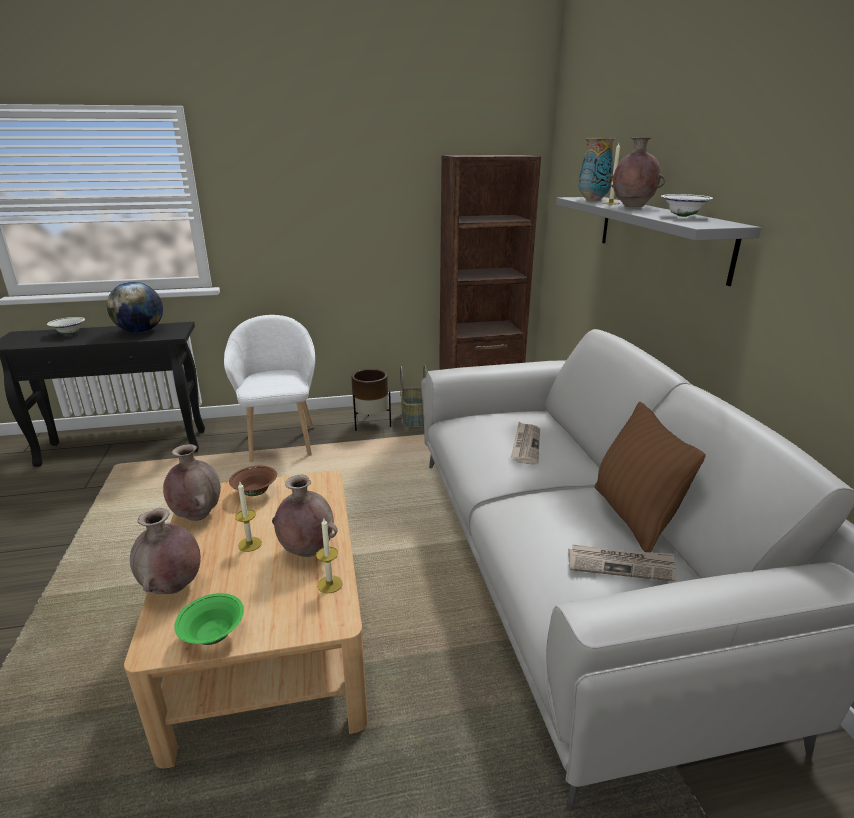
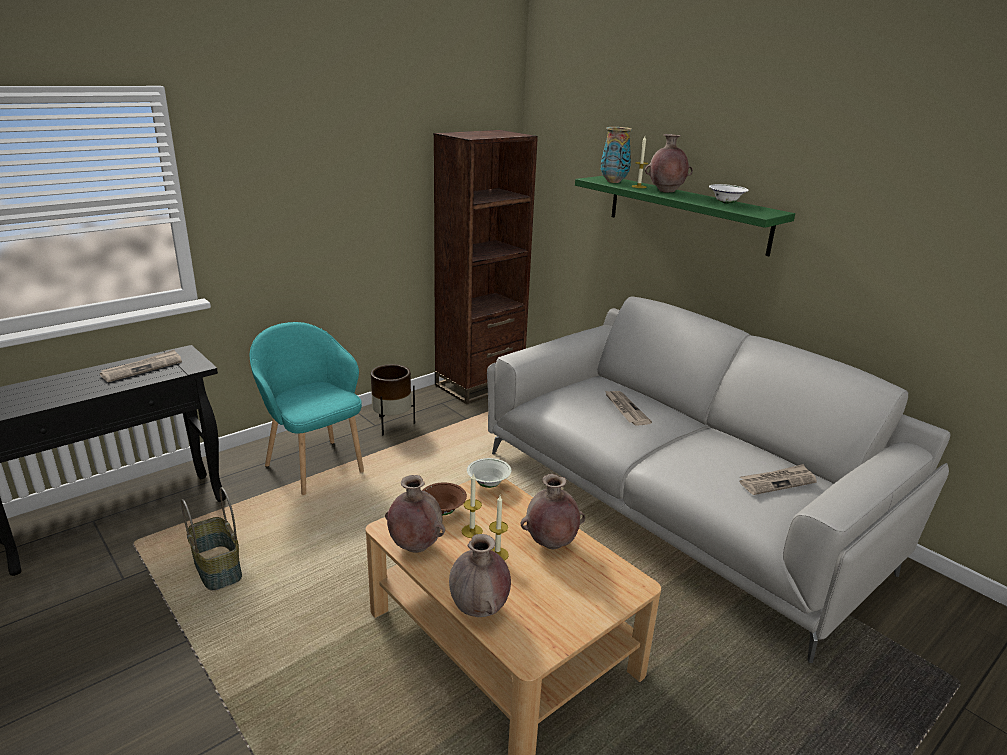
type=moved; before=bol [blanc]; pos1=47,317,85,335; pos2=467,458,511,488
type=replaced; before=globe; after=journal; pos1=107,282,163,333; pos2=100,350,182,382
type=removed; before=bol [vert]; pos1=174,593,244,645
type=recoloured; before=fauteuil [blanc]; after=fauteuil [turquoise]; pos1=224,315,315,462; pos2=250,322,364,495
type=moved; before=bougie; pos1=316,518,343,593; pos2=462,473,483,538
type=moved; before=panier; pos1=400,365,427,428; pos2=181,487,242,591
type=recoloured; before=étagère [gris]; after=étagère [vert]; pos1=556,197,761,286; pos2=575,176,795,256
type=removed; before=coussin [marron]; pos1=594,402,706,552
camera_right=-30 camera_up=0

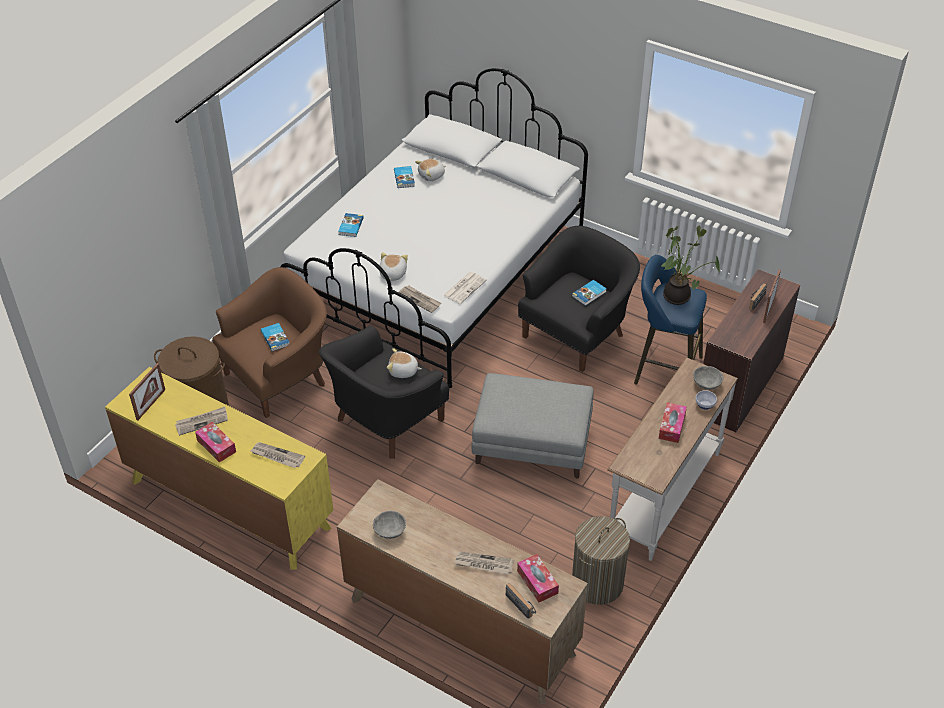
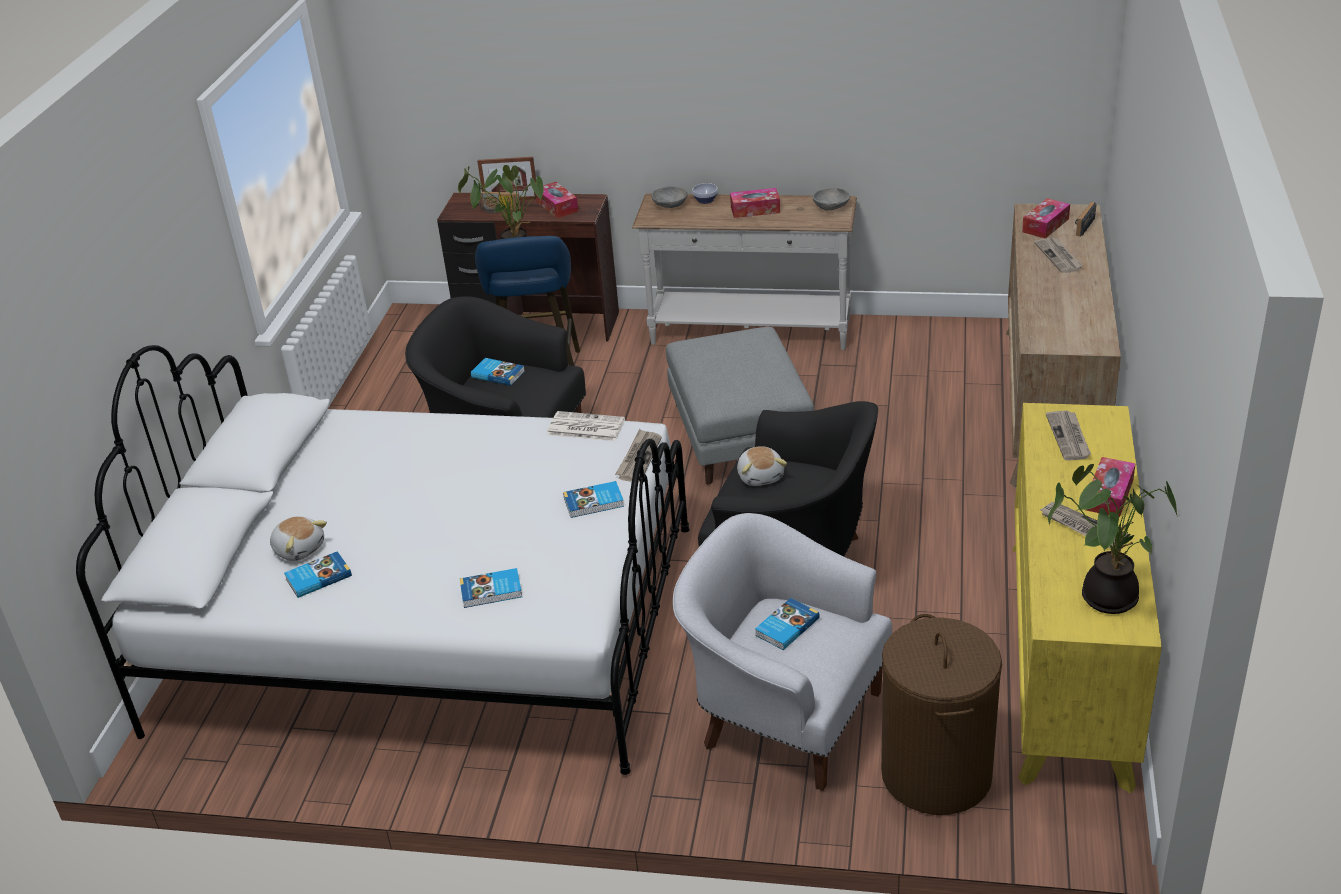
type=replaced; before=cadre photo; after=plante en pot; pos1=129,363,165,421; pos2=1048,464,1178,614
type=recoloured; before=fauteuil [marron]; after=fauteuil [blanc]; pos1=212,267,327,418; pos2=673,513,892,791
type=moved; before=bol [gris]; pos1=373,511,406,539; pos2=812,188,850,211
type=replaced; before=peluche; after=livre; pos1=379,252,408,281; pos2=563,481,624,518
type=removed; before=panier à linge; pos1=572,516,630,605
type=added; after=boîte à mouchoirs; pos2=536,182,578,218
camera_right=-110 camera_up=-10

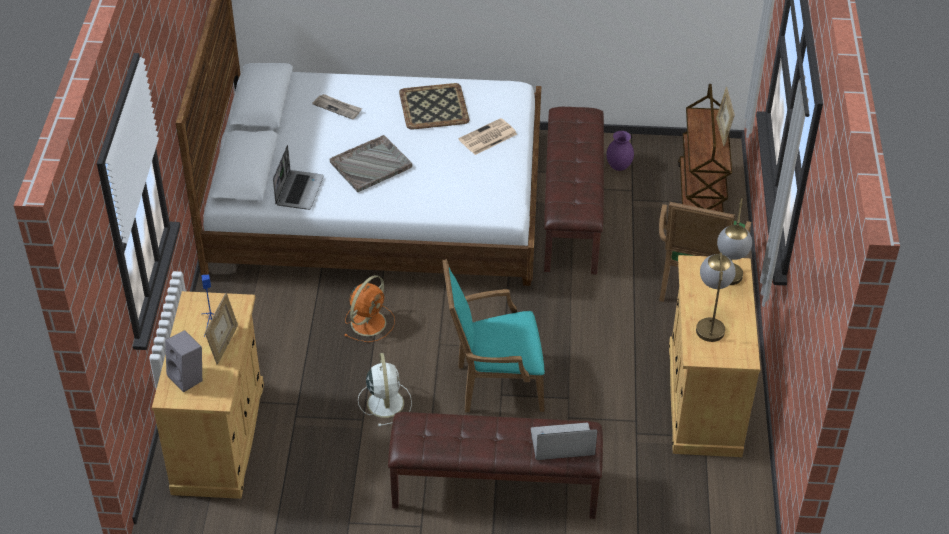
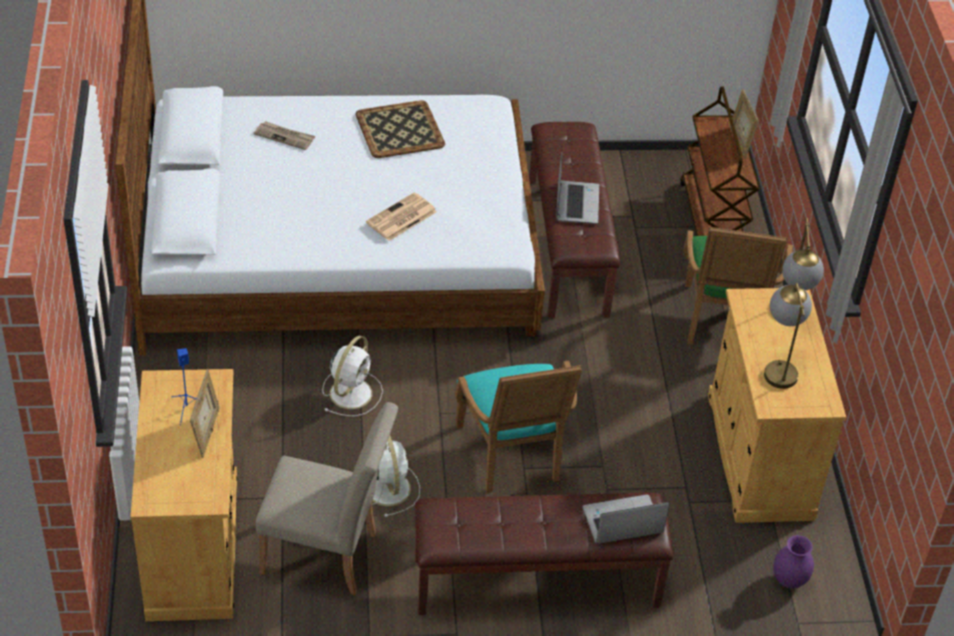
type=removed; before=enceinte [gris]; pos1=165,330,202,393
type=moved; before=ordinateur portable; pos1=273,145,324,210; pos2=556,152,599,224
type=removed; before=plateau [gris]; pos1=330,135,412,192
type=recoloured; before=ventilateur [orange]; after=ventilateur [blanc]; pos1=345,275,395,342; pos2=322,336,383,417
type=turned; before=fauteuil [turquoise]; pos1=442,259,545,413; pos2=454,361,582,493; turn=-90
type=moved; before=journal; pos1=459,118,517,155; pos2=366,192,437,241
type=moved; before=vase [violet]; pos1=606,131,634,171; pos2=774,535,814,588
type=added; after=chaise [beige]; pos2=256,402,398,595
camera_right=-10 camera_up=0

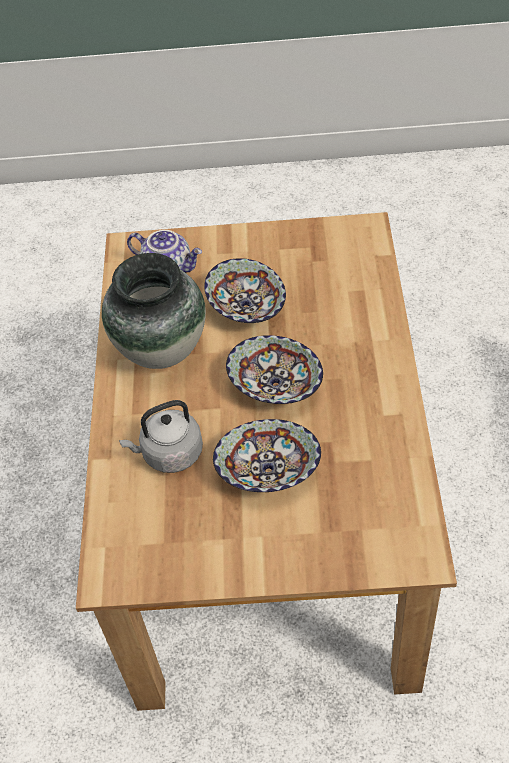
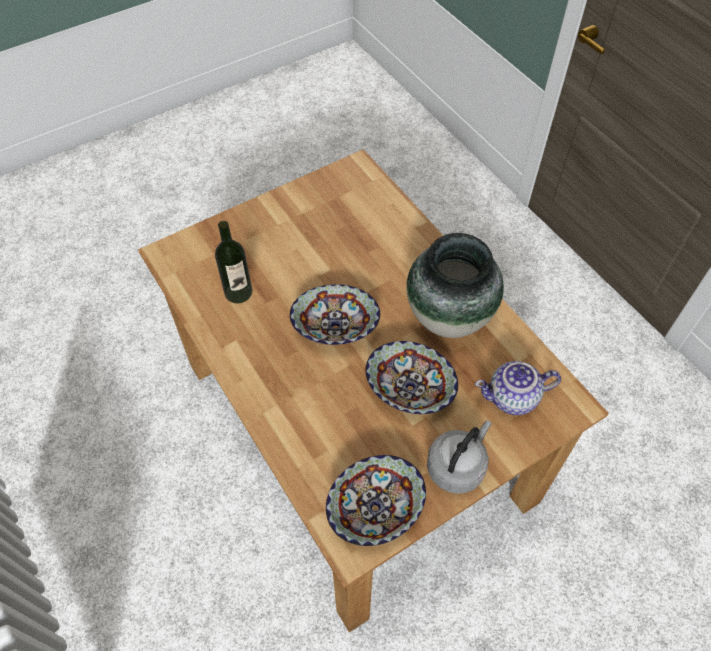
type=moved; before=bouilloire [gris]; pos1=119,400,203,473; pos2=427,421,492,494
type=moved; before=bol; pos1=213,419,321,492; pos2=326,455,426,546
type=added; after=bouteille; pos2=215,221,252,303
camera_right=145 camera_up=5

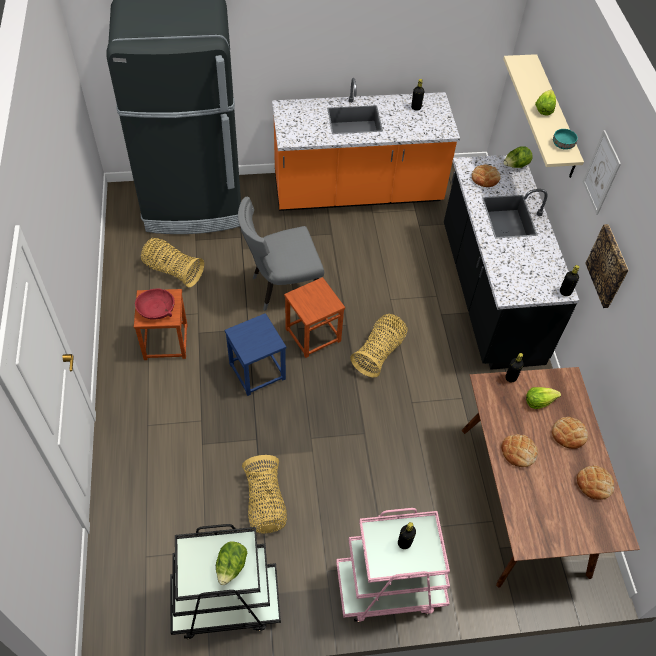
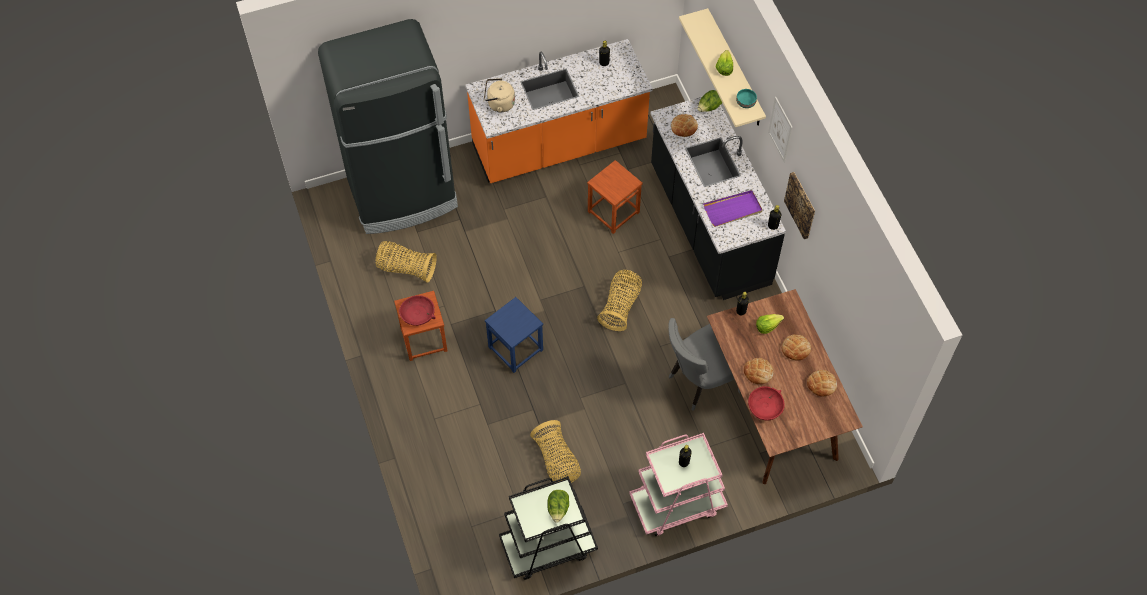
type=moved; before=chaise [gris]; pos1=238,197,324,311; pos2=668,318,741,411
type=moved; before=tabouret [marron]; pos1=284,277,345,358; pos2=587,160,643,234
type=added; after=bouilloire [beige]; pos2=484,78,515,112
type=added; after=plateau [violet]; pos2=703,190,763,227
type=added; after=bol [rouge]; pos2=748,386,785,420
camera_right=-10 camera_up=5

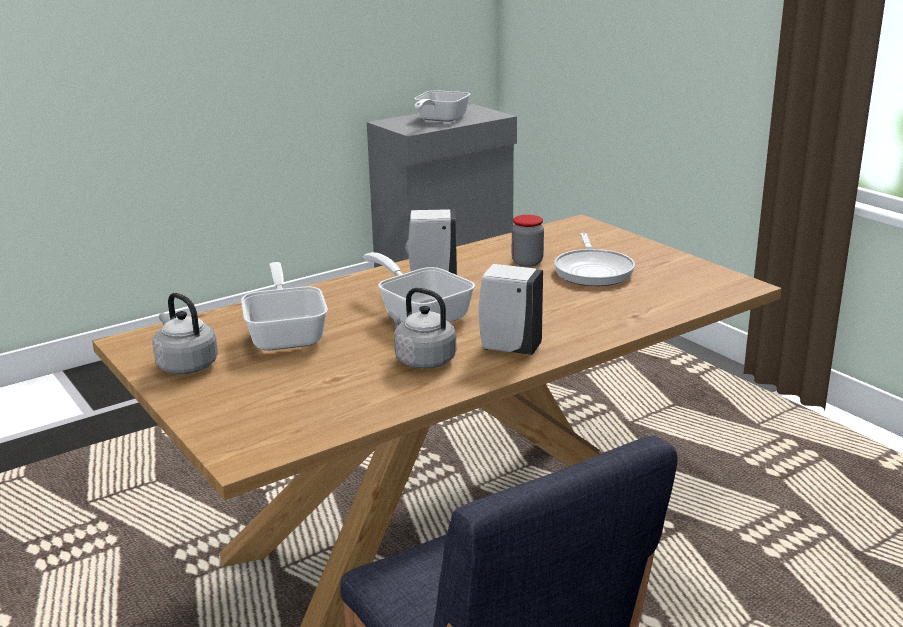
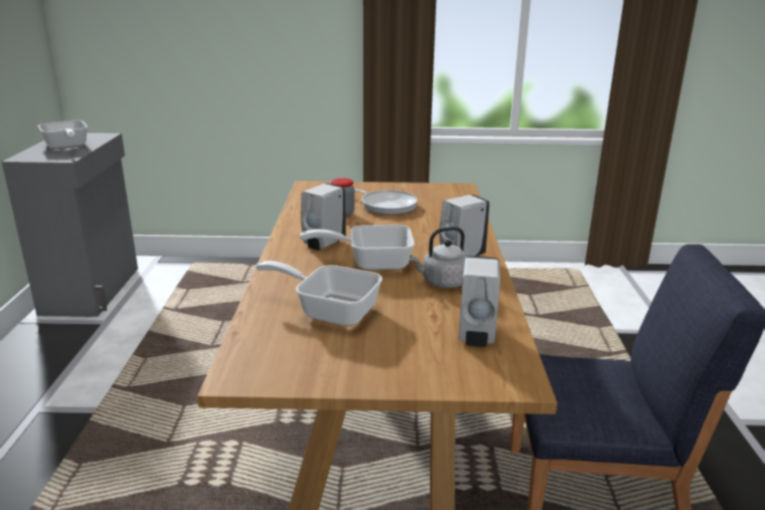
type=removed; before=bouilloire [gris]; pos1=152,293,218,374
type=added; after=distributeur de savon [blanc]; pos2=459,256,500,347
camera_right=-55 camera_up=0

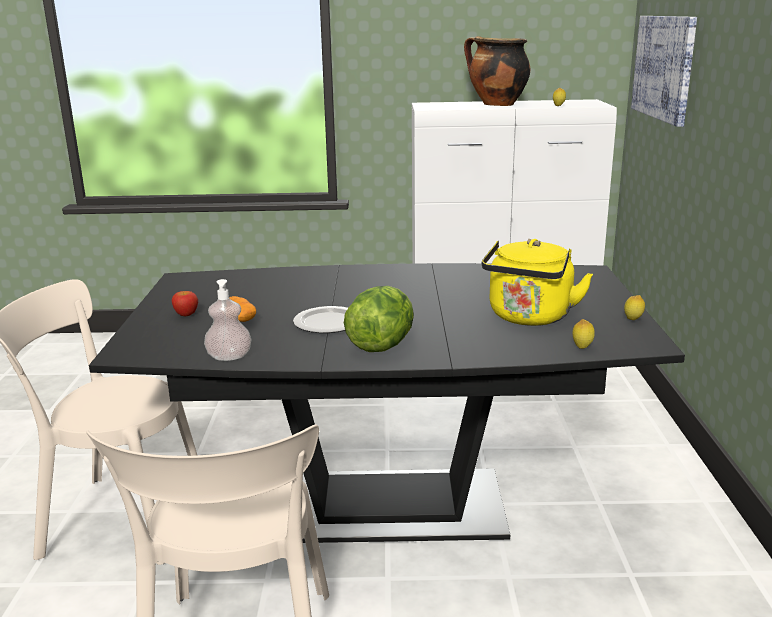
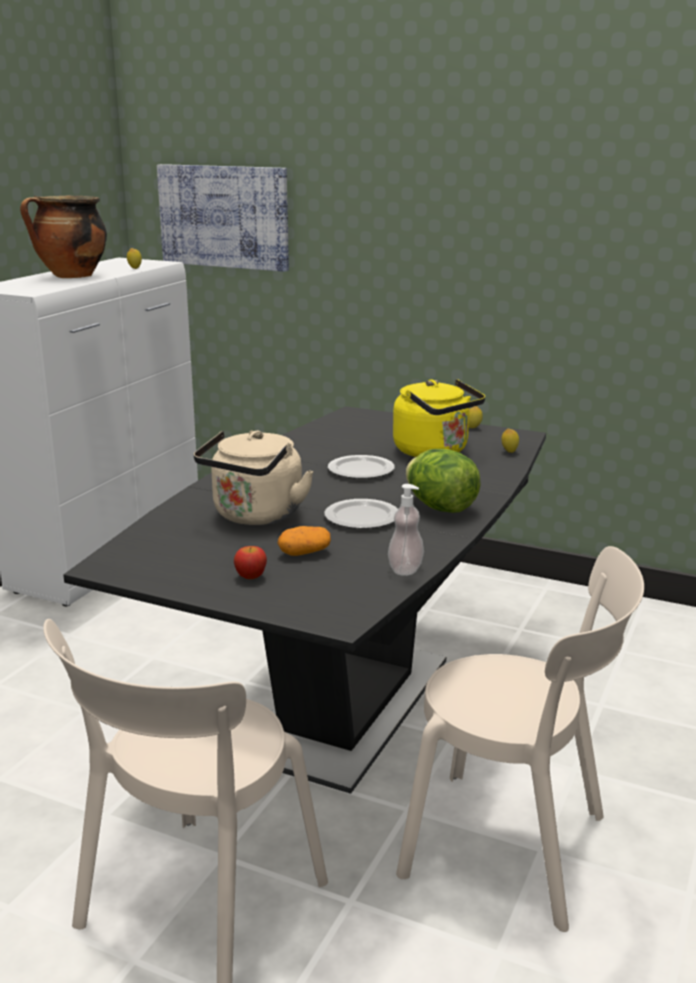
type=added; after=bouilloire [beige]; pos2=194,430,314,525
type=added; after=assiette; pos2=328,455,395,479
camera_right=-65 camera_up=0

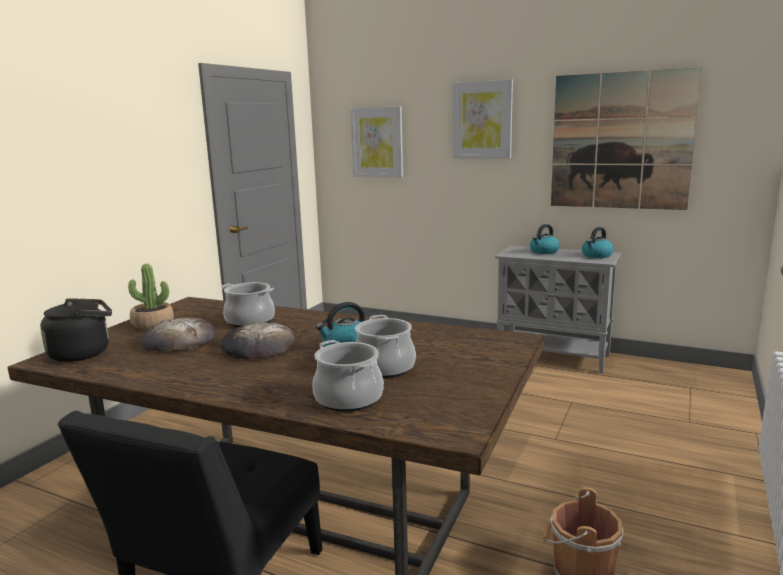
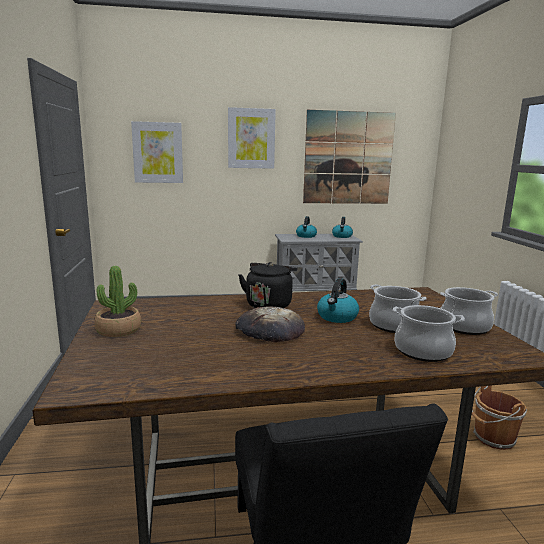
type=moved; before=bouilloire [noir]; pos1=40,298,112,362; pos2=239,262,298,308
type=removed; before=pain; pos1=141,317,216,352
type=moved; before=marmite; pos1=221,282,275,327; pos2=440,287,498,335
camera_right=-35 camera_up=0

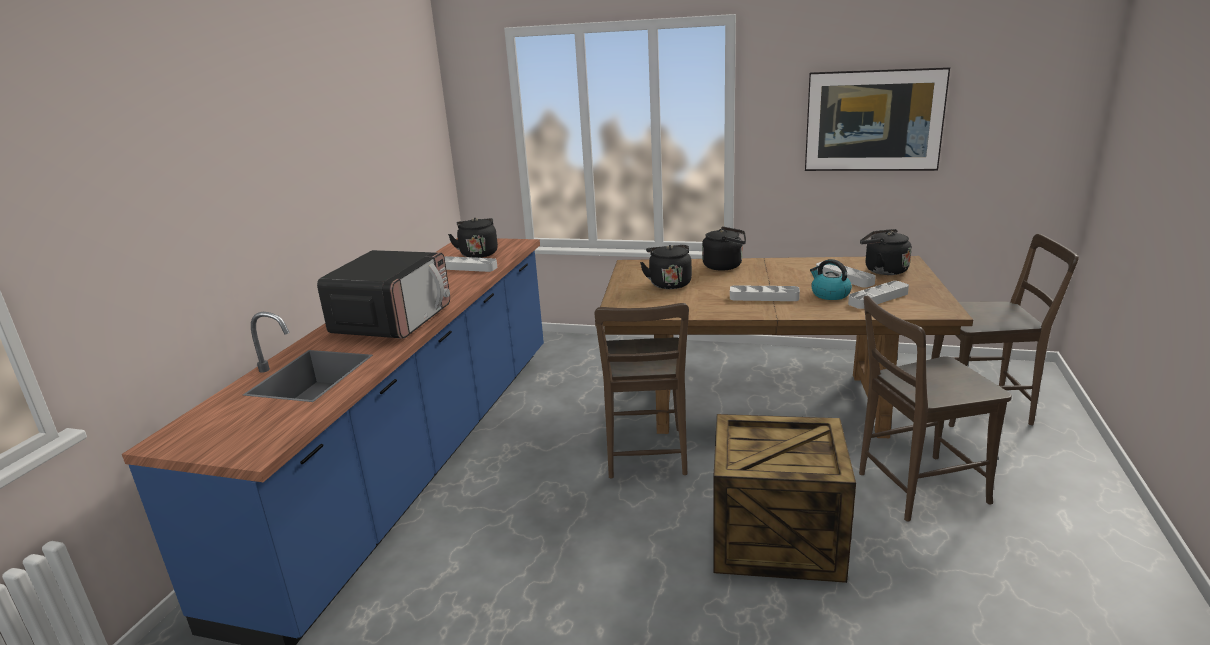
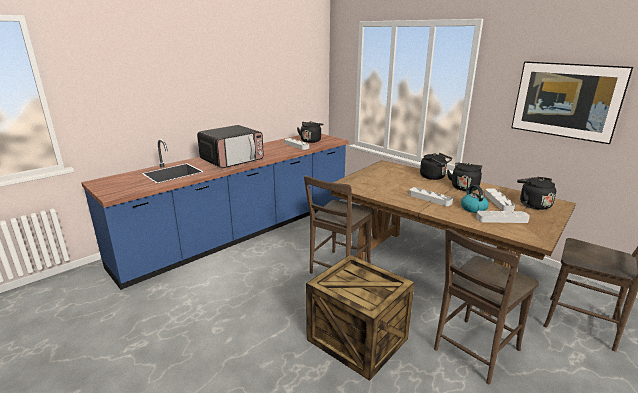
type=moved; before=bouilloire [noir]; pos1=640,245,692,289; pos2=447,162,483,191
type=turned; before=chaise [marron]; pos1=859,296,1012,522; pos2=434,228,539,384; turn=-60
camera_right=30 camera_up=0

